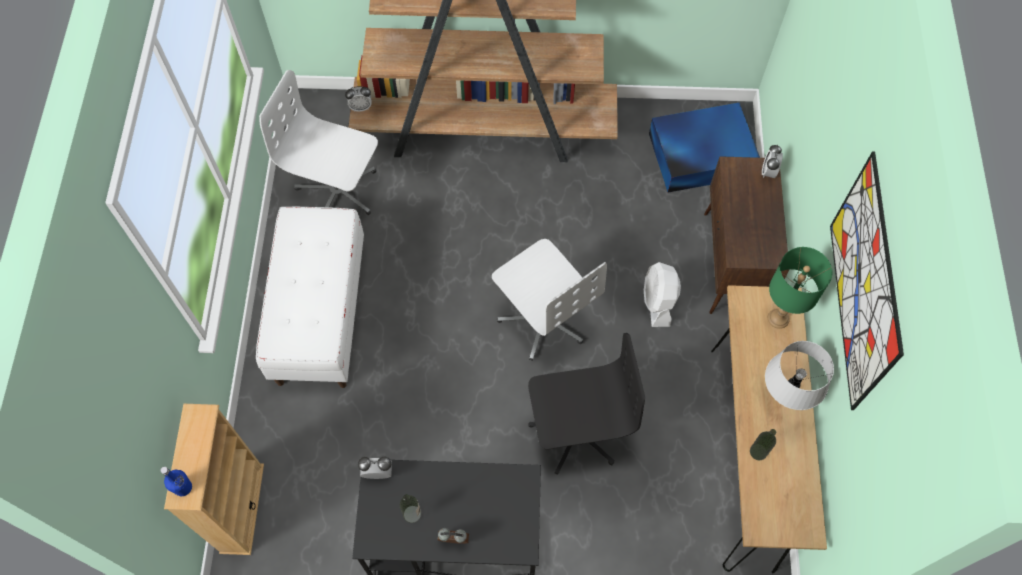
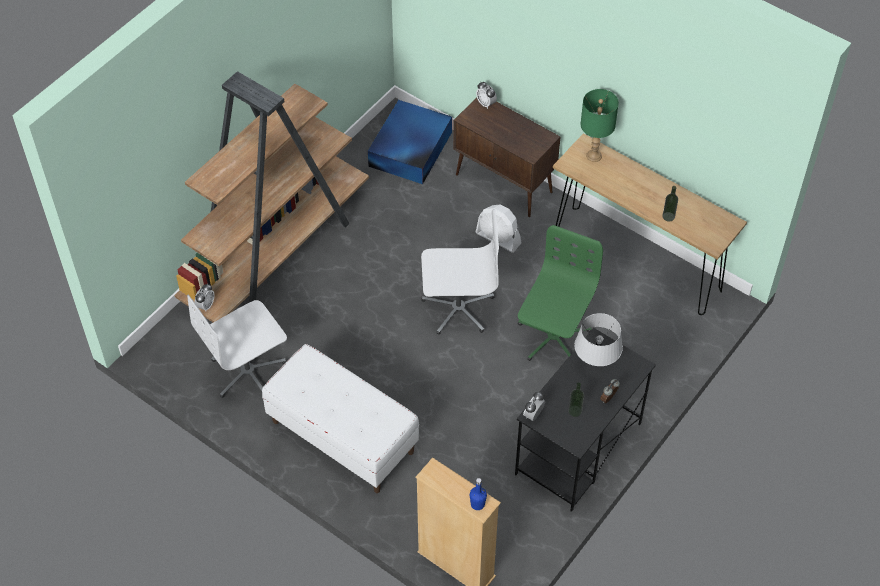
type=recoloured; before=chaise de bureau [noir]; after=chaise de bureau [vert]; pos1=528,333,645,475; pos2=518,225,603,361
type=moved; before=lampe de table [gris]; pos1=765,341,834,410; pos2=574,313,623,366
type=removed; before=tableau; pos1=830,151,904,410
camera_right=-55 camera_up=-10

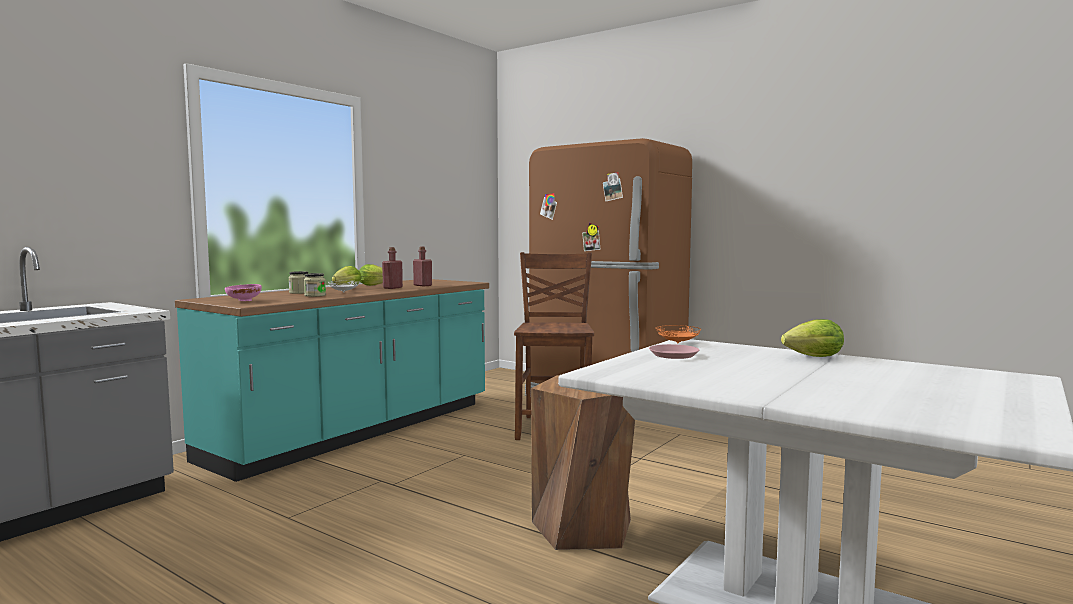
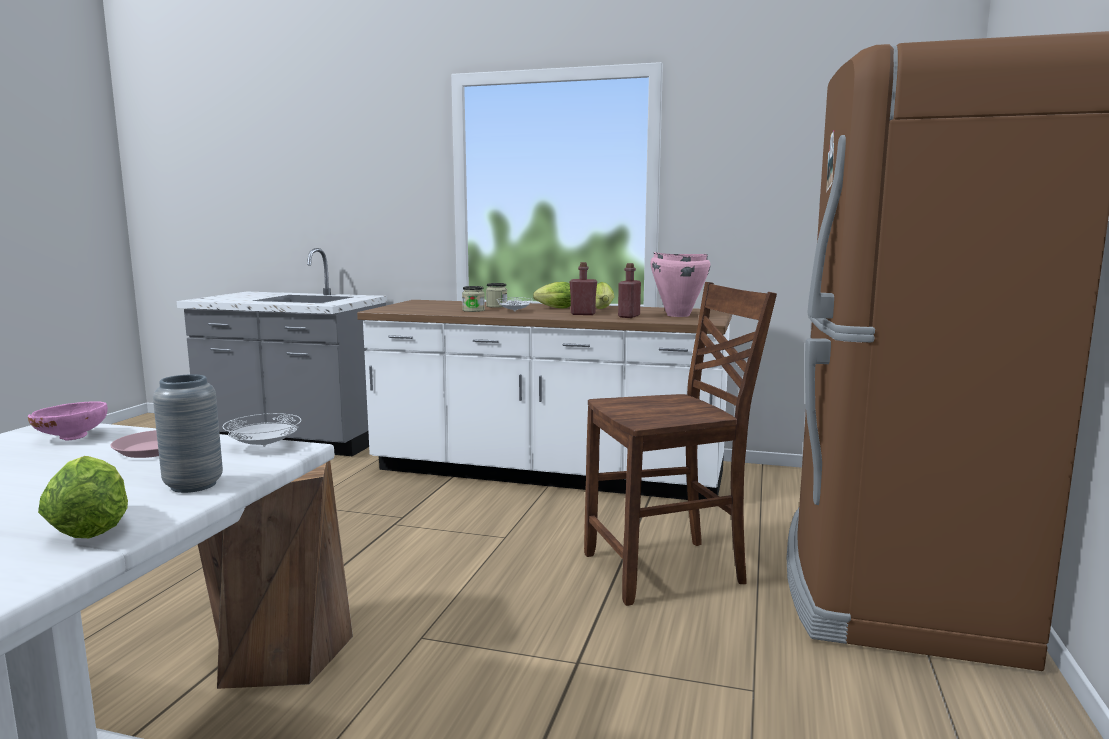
type=recoloured; before=comptoir de cuisine [turquoise]; after=comptoir de cuisine [blanc]; pos1=175,279,489,482; pos2=357,300,732,500
type=moved; before=bol [rose]; pos1=225,284,262,301; pos2=28,401,108,441
type=recoloured; before=assiette [orange]; after=assiette [blanc]; pos1=656,325,701,343; pos2=223,413,301,447
type=added; after=vase [gris]; pos2=153,374,223,493
type=added; after=marmite [rose]; pos2=650,252,711,317
camera_right=70 camera_up=5

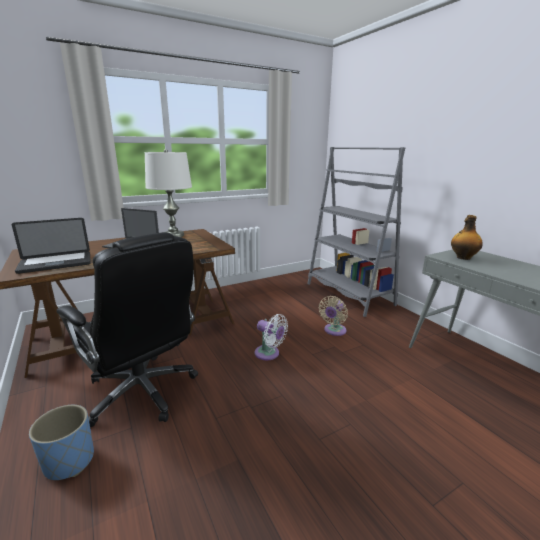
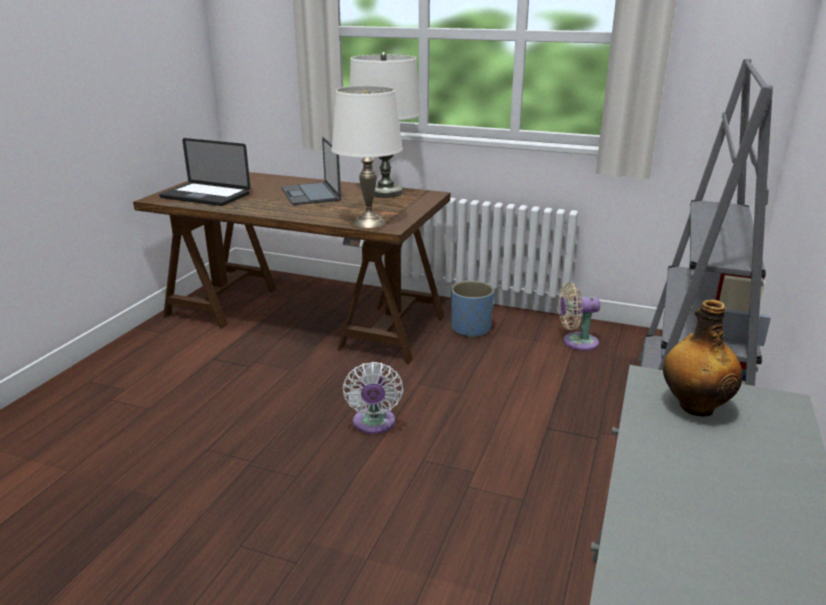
type=moved; before=cache-pot [bleu]; pos1=29,405,94,480; pos2=451,281,494,338
type=removed; before=chaise de bureau [noir]; pos1=56,232,198,427
type=moved; before=ventilateur [beige]; pos1=319,296,348,336; pos2=558,282,600,351
type=added; after=lampe de table [blanc]; pos2=331,86,403,228
camera_right=50 camera_up=5

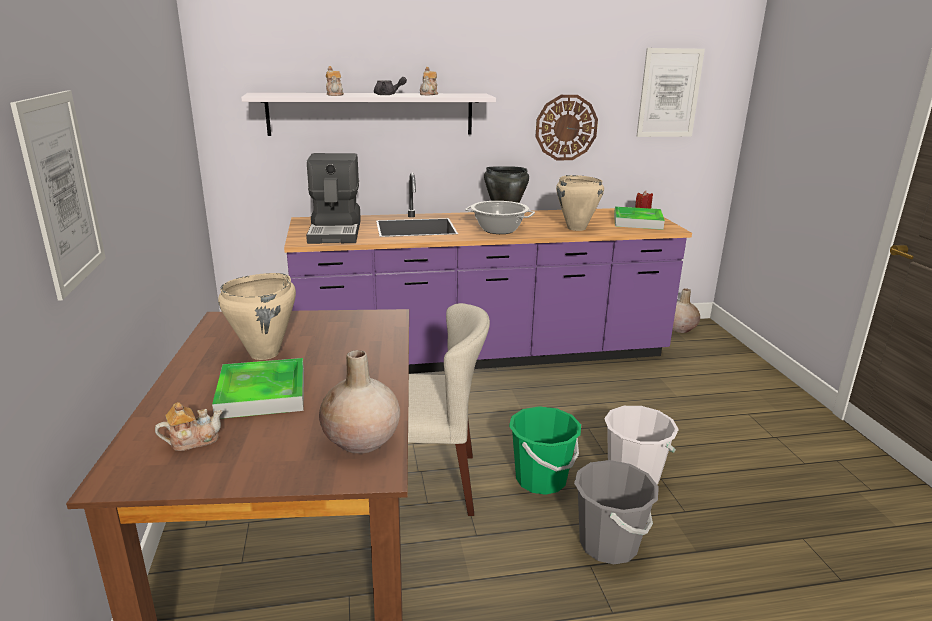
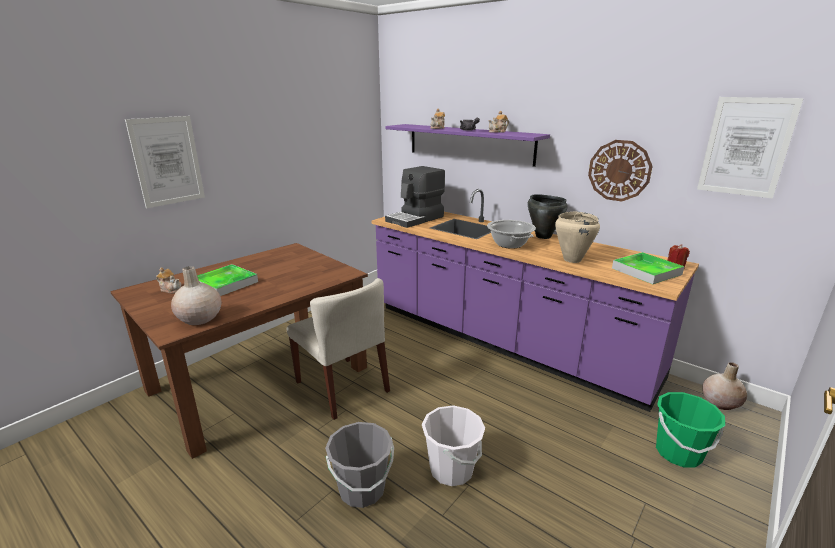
type=removed; before=marmite [beige]; pos1=218,273,296,360
type=recoloured; before=étagère [blanc]; after=étagère [violet]; pos1=241,93,496,136; pos2=385,124,550,167
type=moved; before=seau [vert]; pos1=509,406,581,495; pos2=656,392,725,468
camera_right=50 camera_up=0

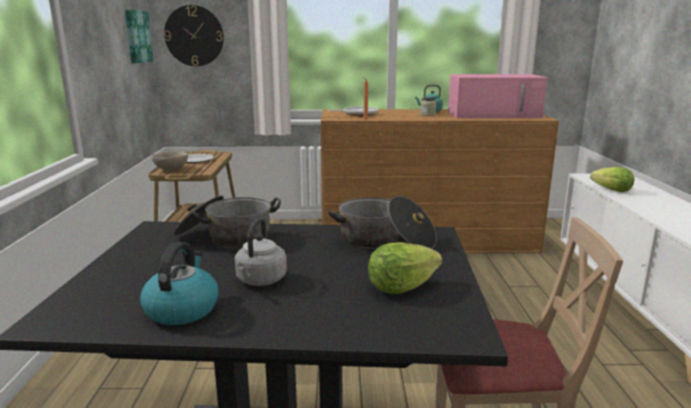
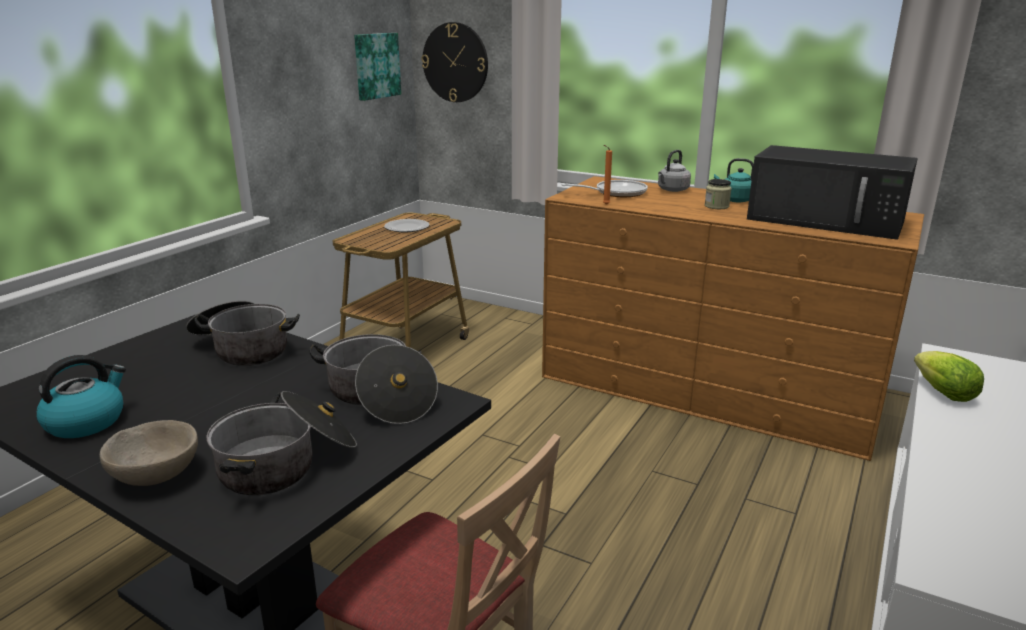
type=moved; before=bol [beige]; pos1=152,151,188,170; pos2=100,420,198,486
type=moved; before=bouilloire [gris]; pos1=235,218,287,286; pos2=658,150,691,192
type=replaced; before=laitue; after=marmite; pos1=368,242,442,294; pos2=206,391,357,495
type=recoloured; before=micro-ondes [rose]; after=micro-ondes [noir]; pos1=448,74,548,118; pos2=747,145,918,240
camera_right=30 camera_up=5

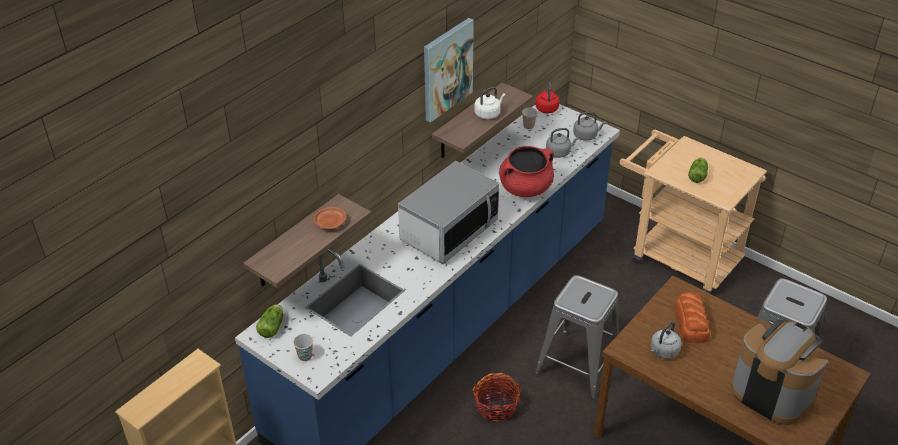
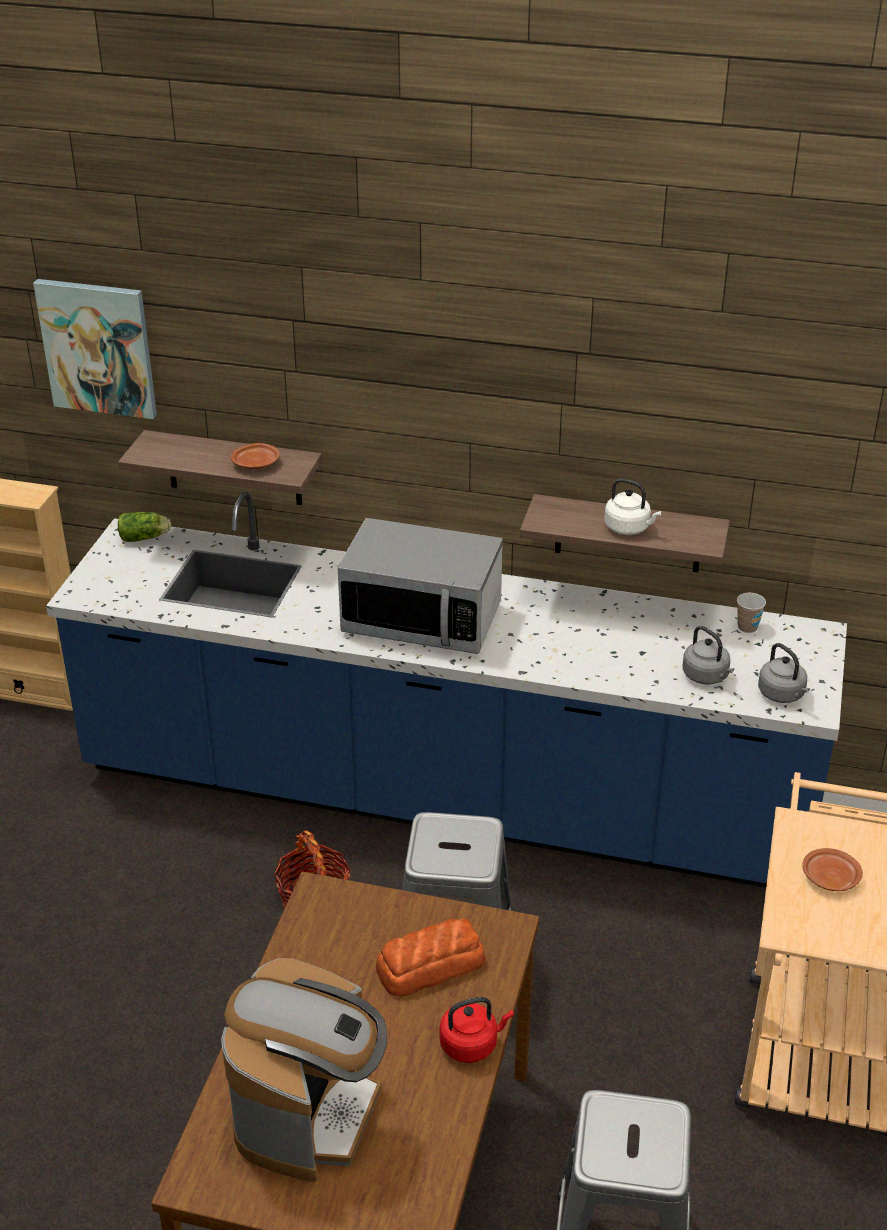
type=removed; before=tasse; pos1=293,334,313,361
type=moved; before=tableau; pos1=424,18,474,123; pos2=33,279,157,419
type=removed; before=marmite [rouge]; pos1=499,146,554,197
type=moved; before=bouilloire [rouge]; pos1=536,82,559,113; pos2=439,997,514,1063
type=removed; before=bouilloire [gris]; pos1=651,322,682,359
type=replaced; before=laitue; after=assiette [marron]; pos1=688,158,708,183; pos2=802,848,863,891
camera_right=65 camera_up=-5

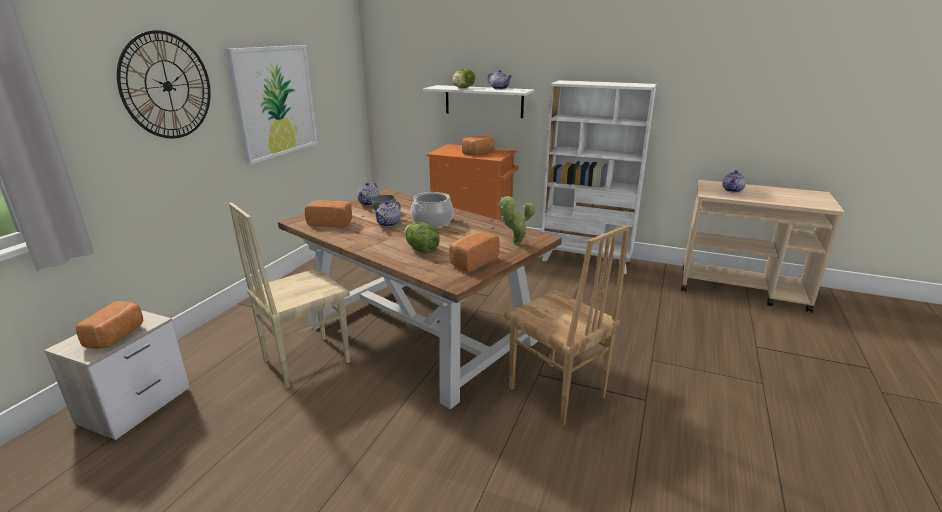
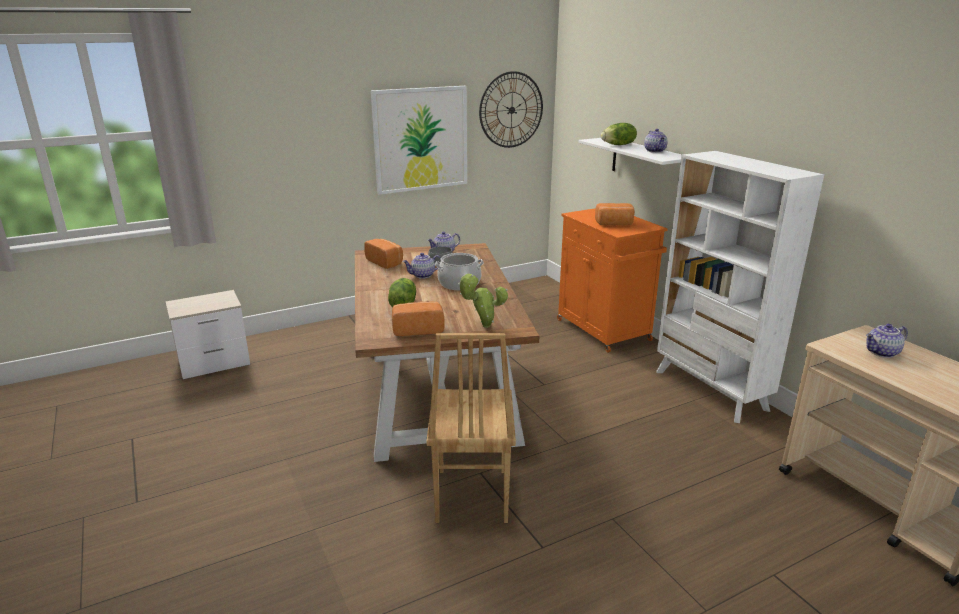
type=removed; before=pain; pos1=76,301,143,349
type=moved; before=horloge murale; pos1=117,30,211,139; pos2=479,71,543,148
type=removed; before=chaise [beige]; pos1=229,202,350,389
camera_right=40 camera_up=0

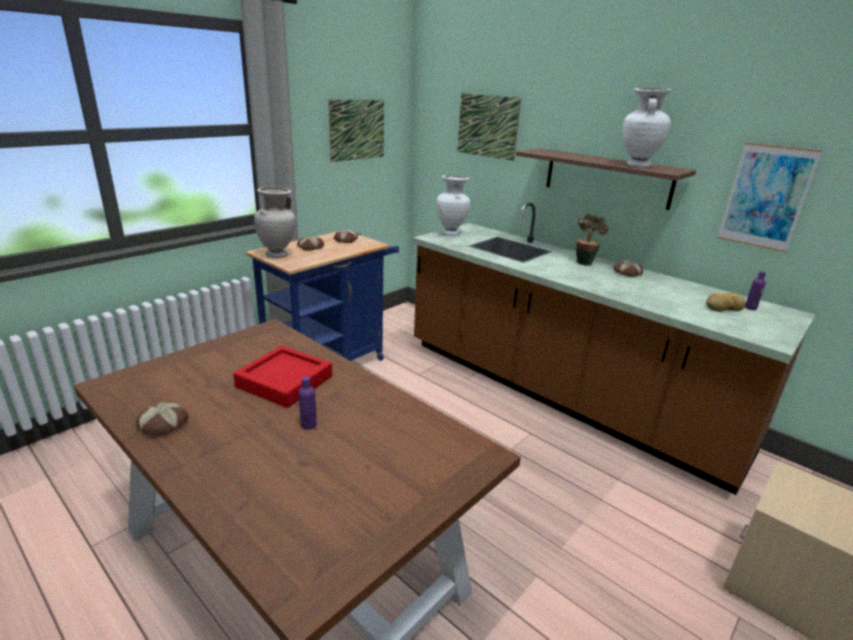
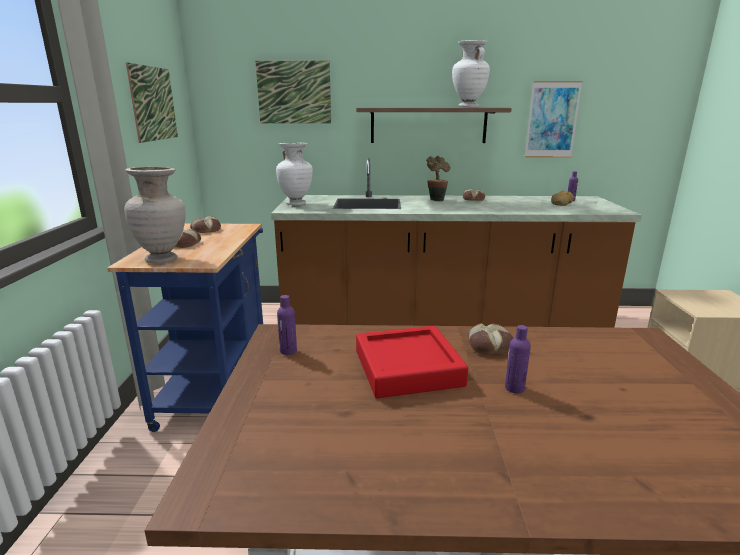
type=moved; before=pain; pos1=136,402,189,437; pos2=467,323,513,355
type=added; after=bouteille [violet]; pos2=277,295,297,355
camera_right=-40 camera_up=-5

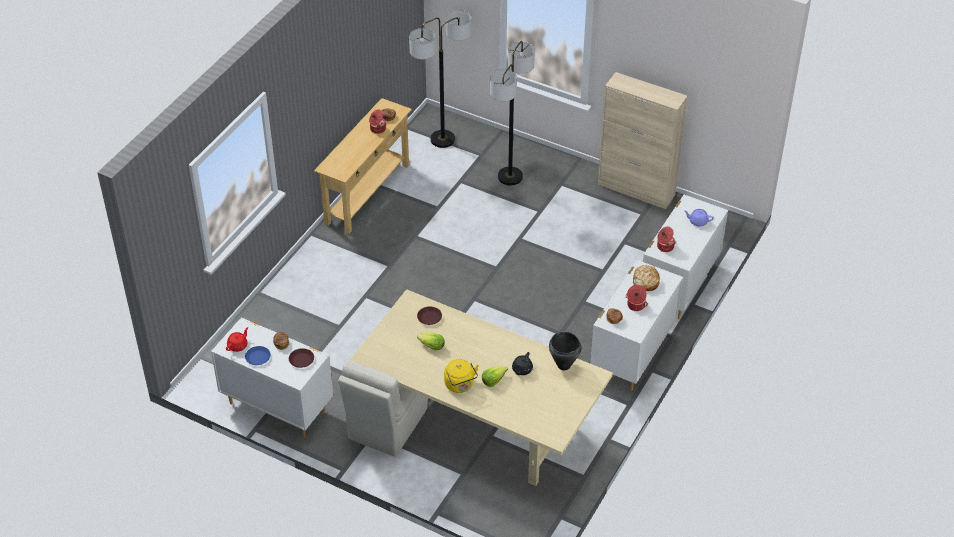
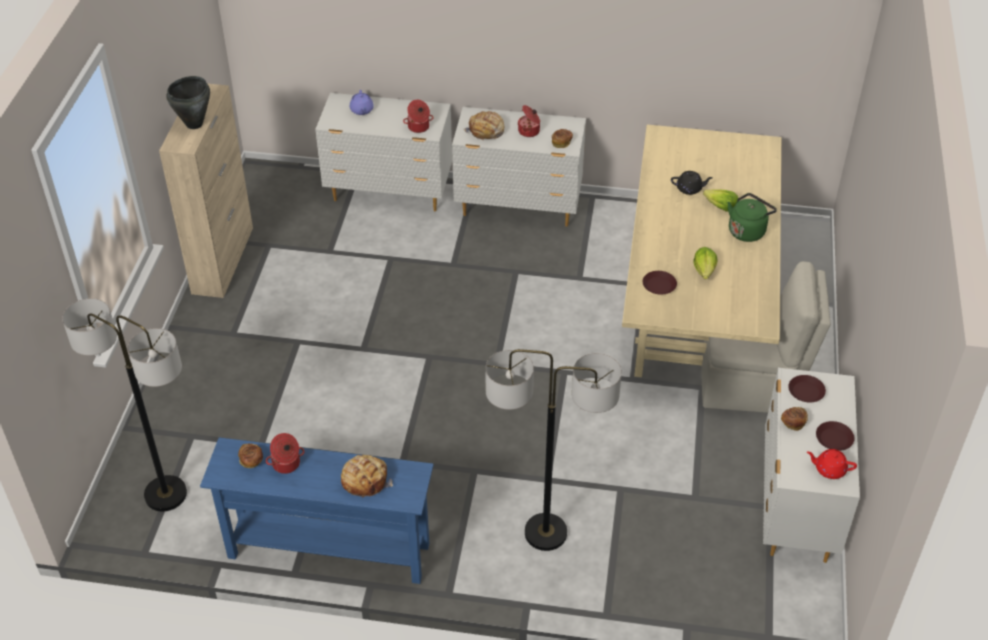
type=recoloured; before=assiette [bleu]; after=assiette [marron]; pos1=245,346,271,365; pos2=816,421,855,451
type=recoloured; before=table console [beige]; after=table console [bleu]; pos1=314,98,412,234; pos2=200,437,434,584
type=recoloured; before=bouilloire [jaune]; after=bouilloire [vert]; pos1=444,359,479,393; pos2=728,193,777,242
type=moved; before=lampadaire; pos1=490,41,535,185; pos2=485,349,622,551
type=moved; before=marmite [noir]; pos1=549,331,582,370; pos2=167,76,210,129
type=added; after=pain; pos2=341,455,393,498
camera_right=-110 camera_up=0

